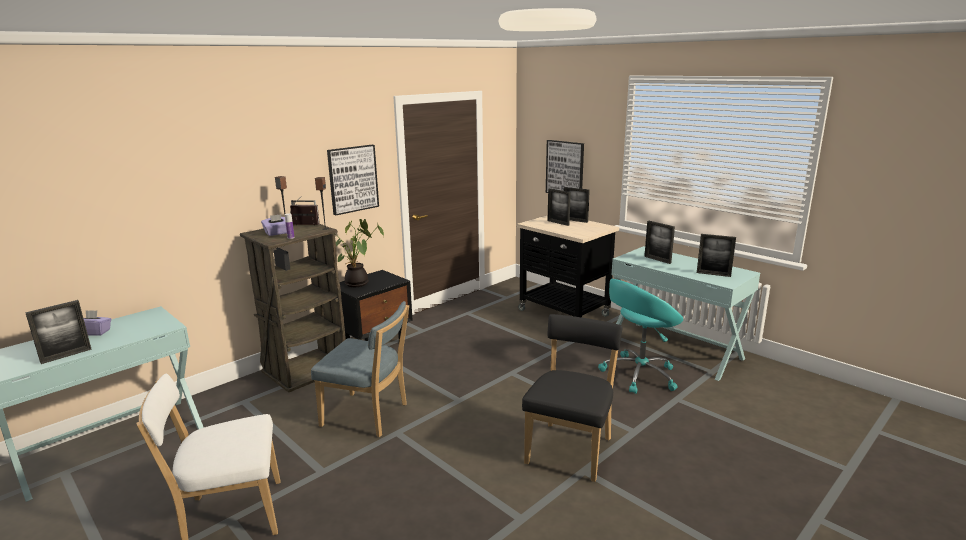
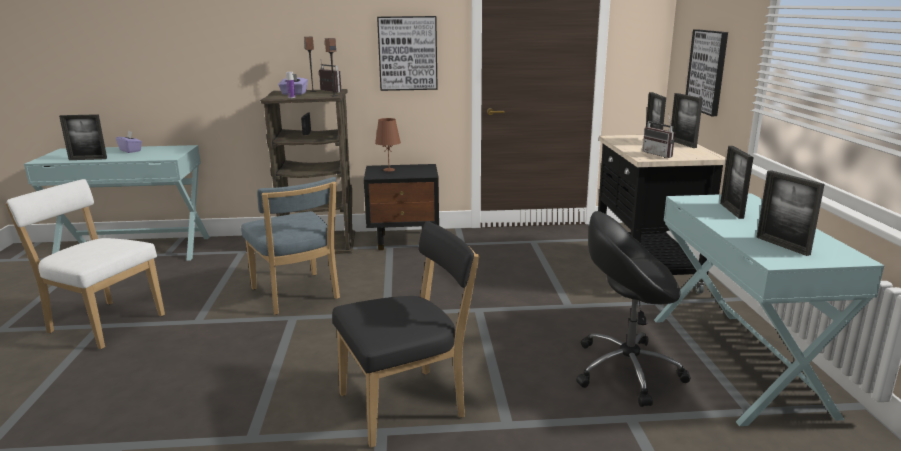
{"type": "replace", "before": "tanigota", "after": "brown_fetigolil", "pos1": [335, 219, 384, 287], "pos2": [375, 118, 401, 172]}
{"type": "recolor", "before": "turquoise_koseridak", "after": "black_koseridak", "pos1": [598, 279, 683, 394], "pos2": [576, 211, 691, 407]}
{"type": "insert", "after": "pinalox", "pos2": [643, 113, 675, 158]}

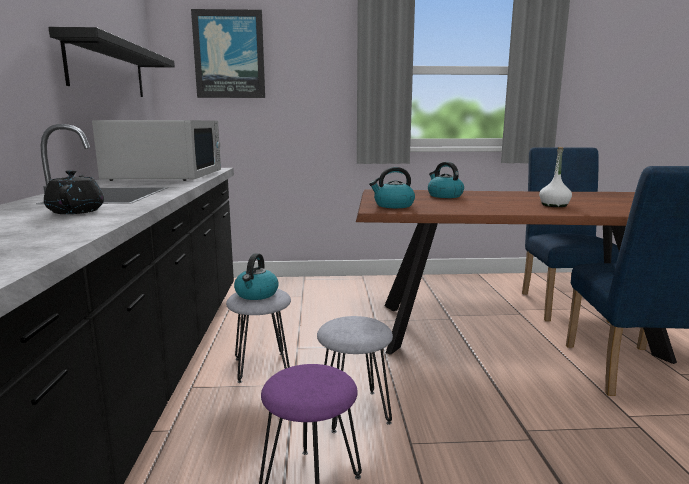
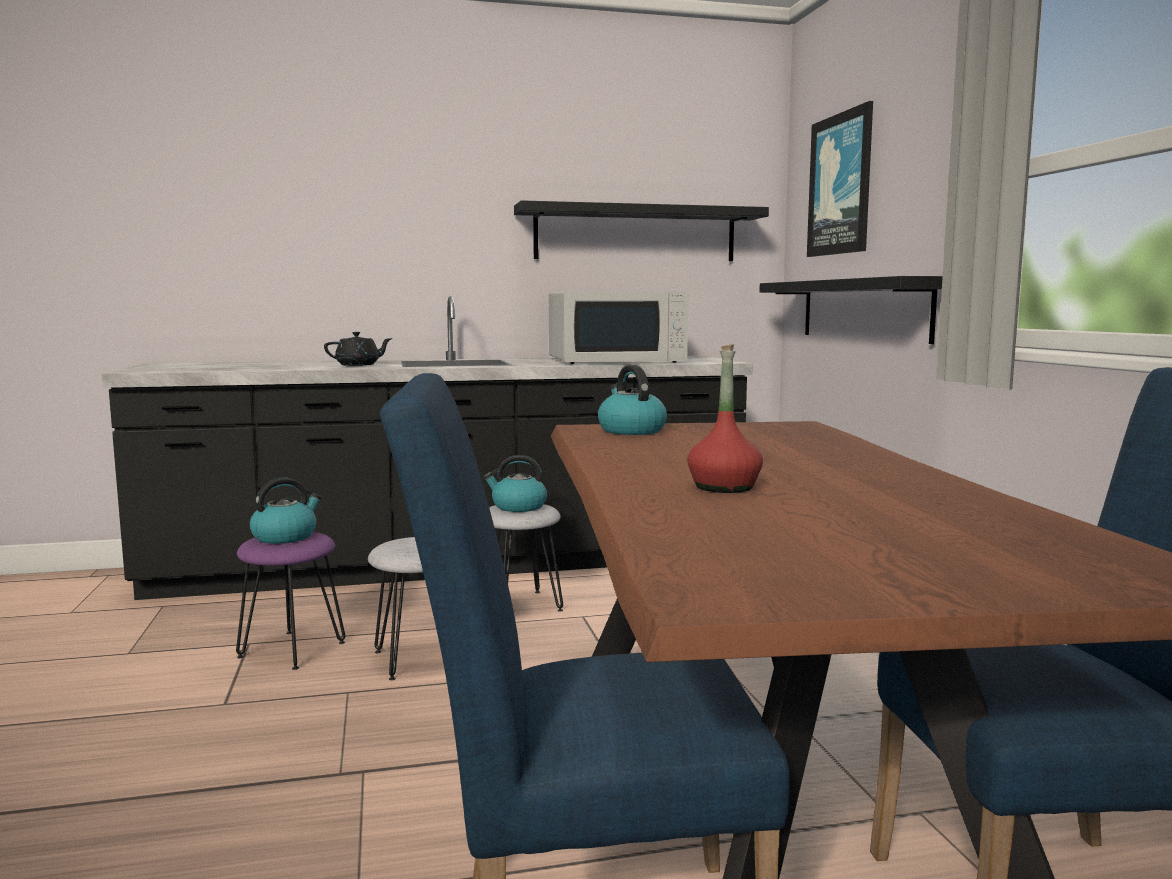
{"type": "move", "before": "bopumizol", "pos1": [428, 162, 464, 198], "pos2": [250, 477, 322, 544]}
{"type": "recolor", "before": "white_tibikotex", "after": "red_tibikotex", "pos1": [539, 147, 572, 207], "pos2": [687, 344, 763, 493]}
{"type": "insert", "after": "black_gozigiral", "pos2": [759, 276, 943, 344]}

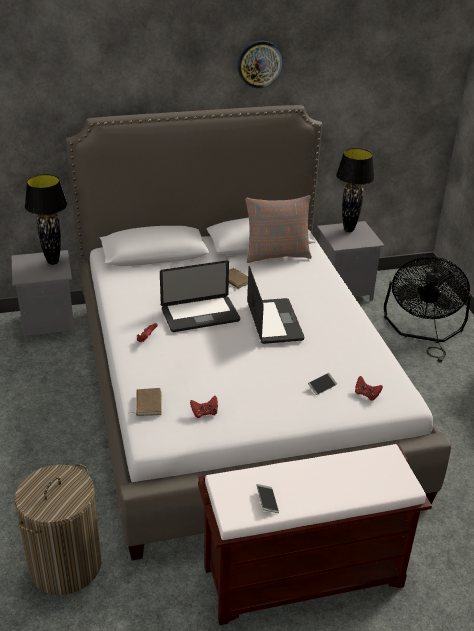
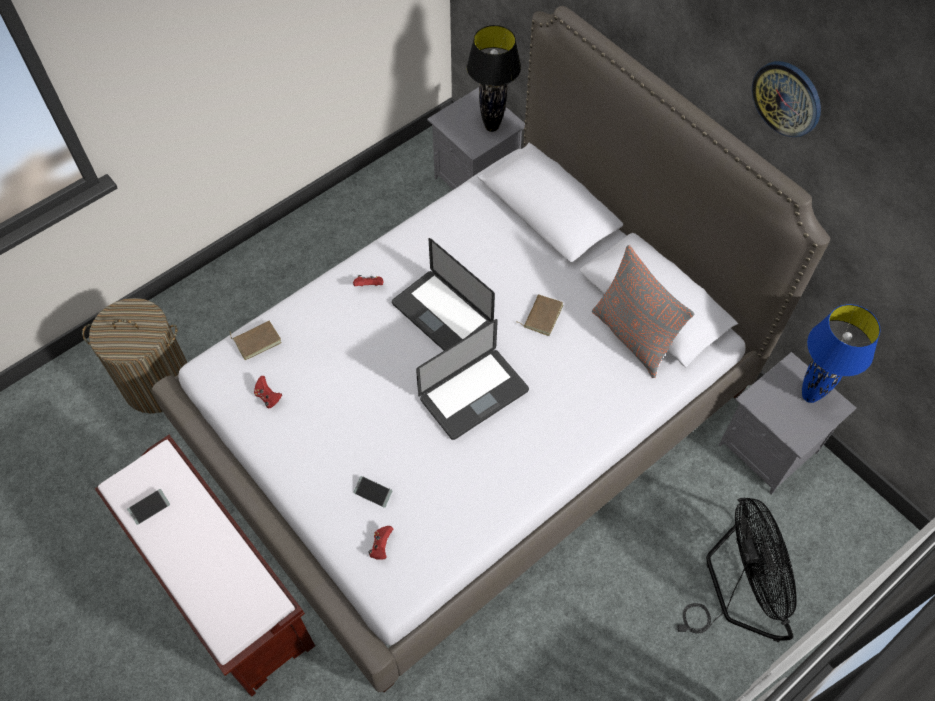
{"type": "recolor", "before": "black_fetigolil", "after": "blue_fetigolil", "pos1": [336, 148, 375, 232], "pos2": [802, 304, 880, 403]}

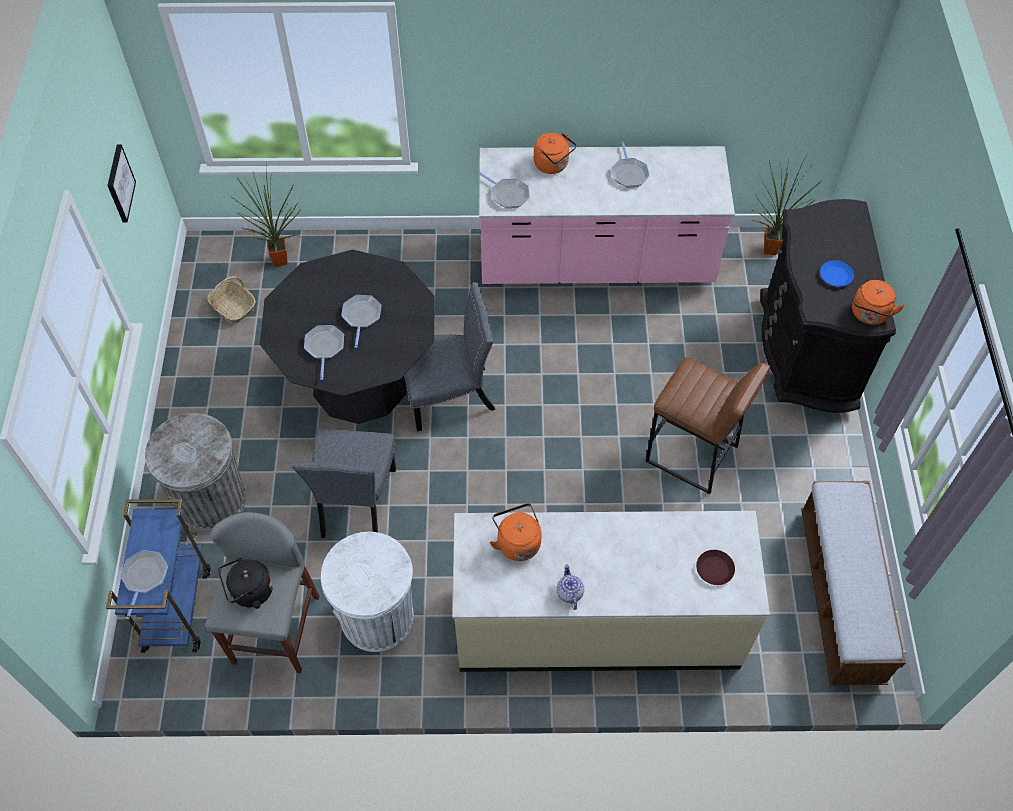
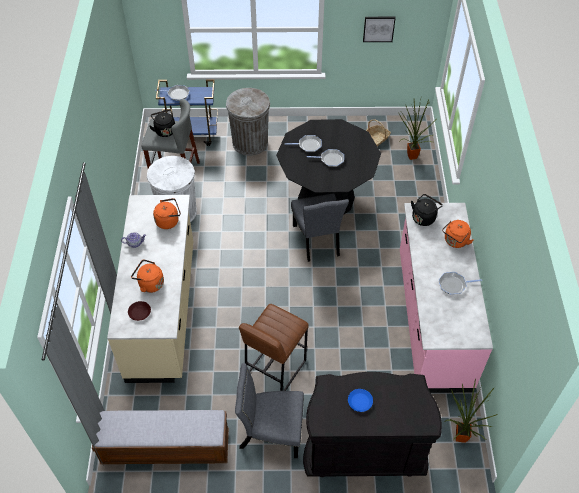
{"type": "move", "before": "orange_bopumizol", "pos1": [852, 280, 905, 325], "pos2": [131, 259, 164, 293]}
{"type": "move", "before": "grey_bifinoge", "pos1": [291, 429, 396, 538], "pos2": [235, 363, 304, 458]}
{"type": "replace", "before": "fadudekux", "after": "black_bopumizol", "pos1": [478, 172, 530, 208], "pos2": [411, 194, 443, 226]}

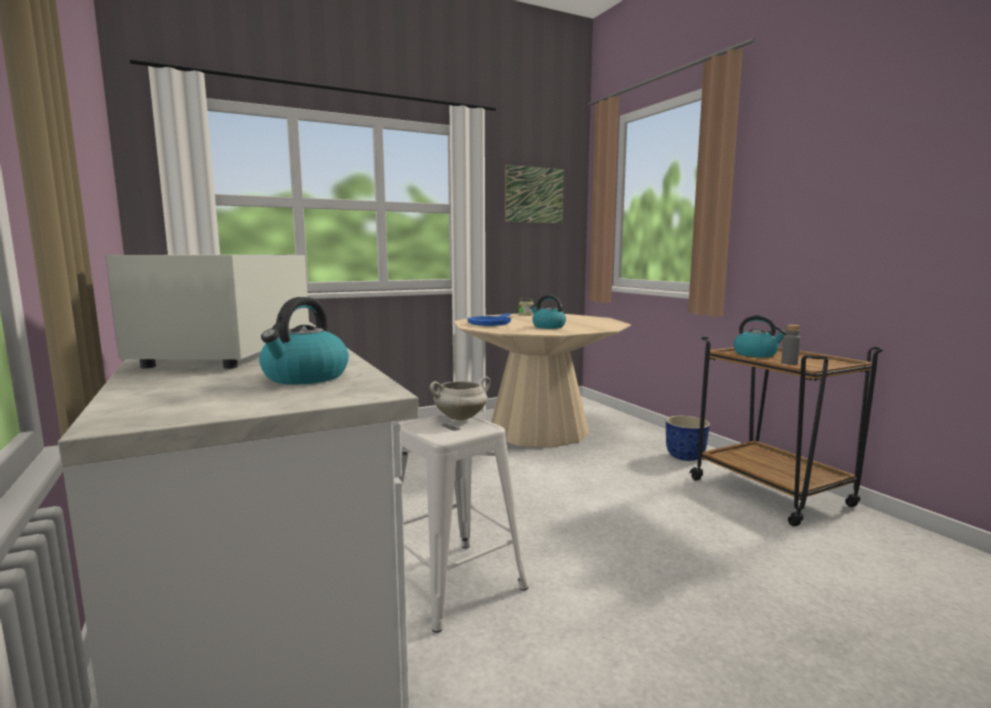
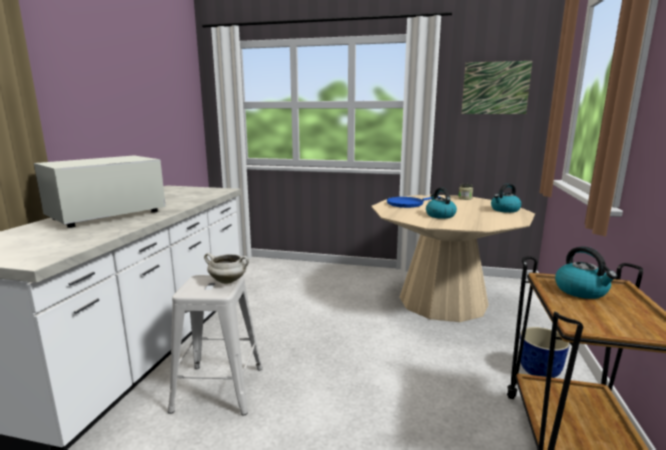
{"type": "move", "before": "bopumizol", "pos1": [259, 297, 349, 384], "pos2": [491, 183, 522, 213]}
{"type": "delete", "before": "grey_tibikotex", "pos1": [781, 325, 801, 365]}

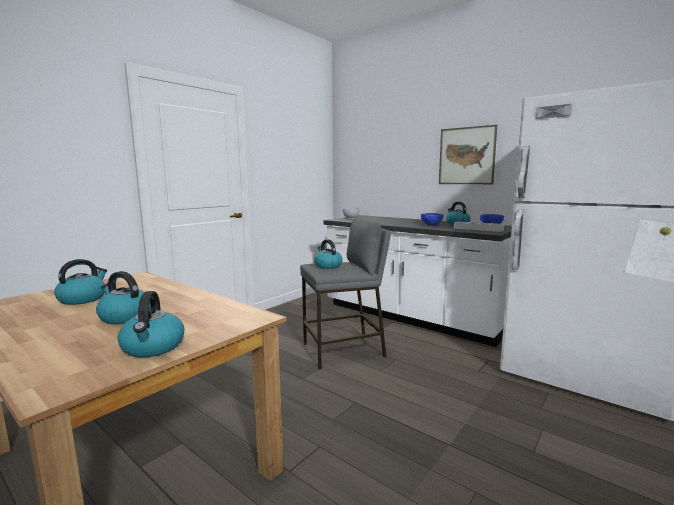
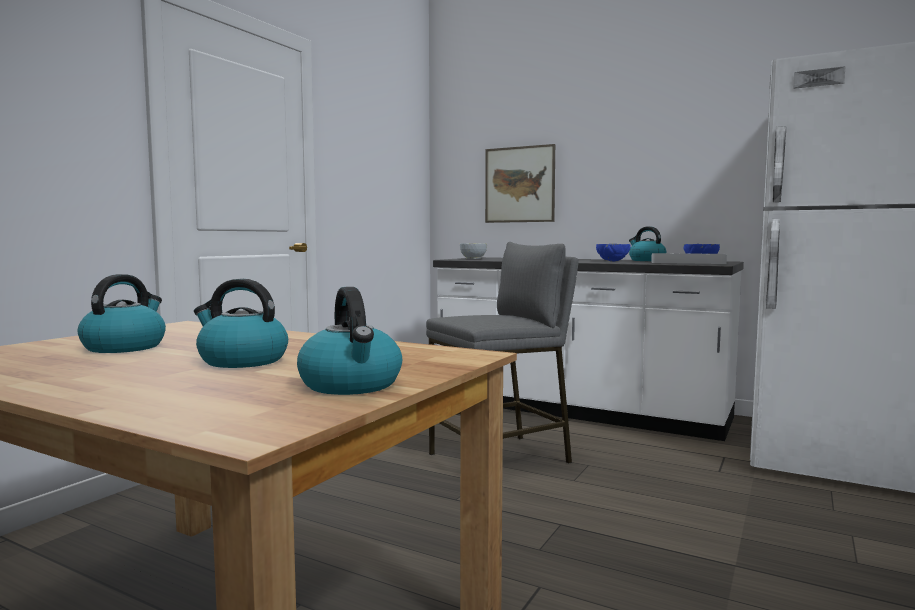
{"type": "move", "before": "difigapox", "pos1": [439, 125, 497, 184], "pos2": [485, 144, 555, 223]}
{"type": "delete", "before": "bopumizol", "pos1": [314, 239, 343, 269]}

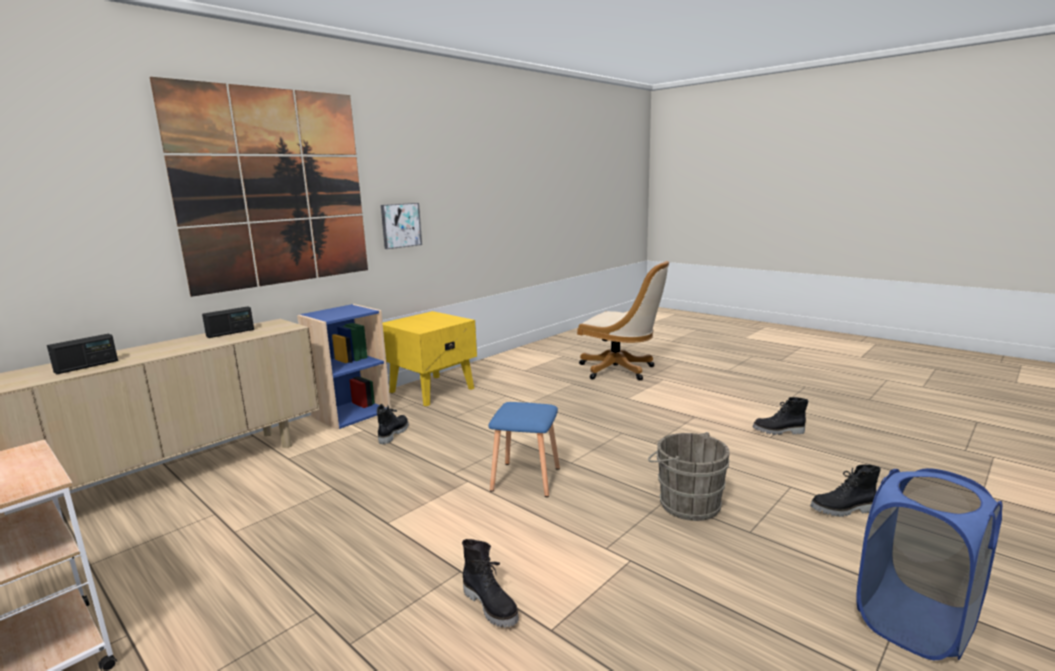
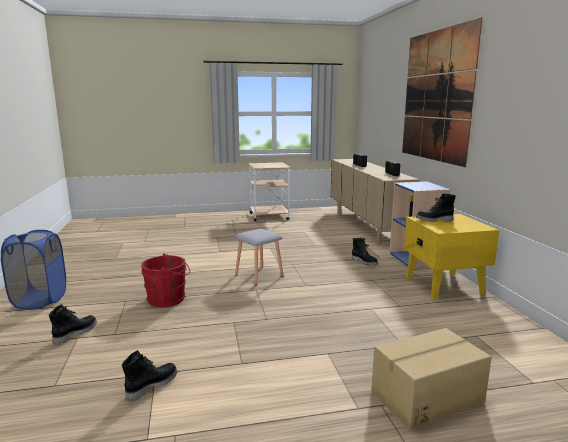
{"type": "recolor", "before": "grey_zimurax", "after": "red_zimurax", "pos1": [648, 432, 730, 521], "pos2": [141, 254, 190, 307]}
{"type": "recolor", "before": "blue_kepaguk", "after": "grey_kepaguk", "pos1": [488, 402, 560, 497], "pos2": [235, 229, 284, 285]}
{"type": "replace", "before": "koseridak", "after": "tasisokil", "pos1": [577, 261, 669, 380], "pos2": [371, 328, 492, 430]}
{"type": "move", "before": "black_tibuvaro", "pos1": [462, 539, 519, 627], "pos2": [416, 194, 456, 222]}
{"type": "delete", "before": "difigapox", "pos1": [381, 203, 422, 249]}

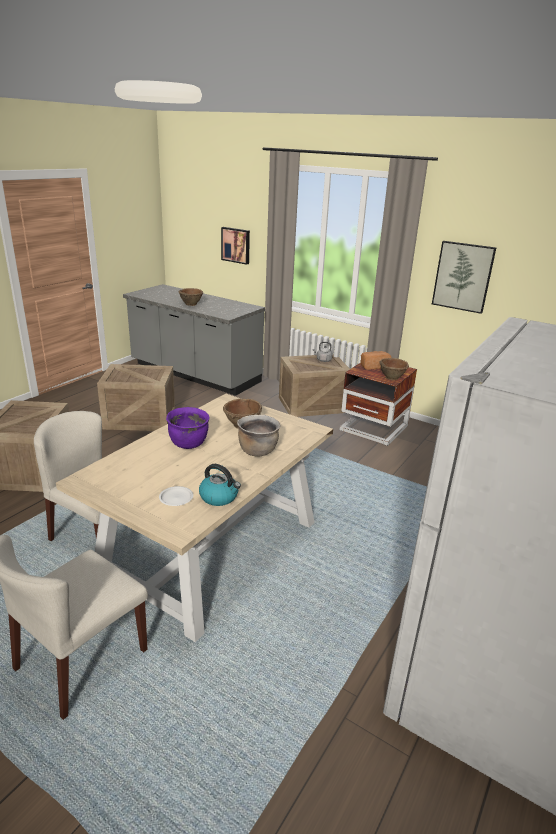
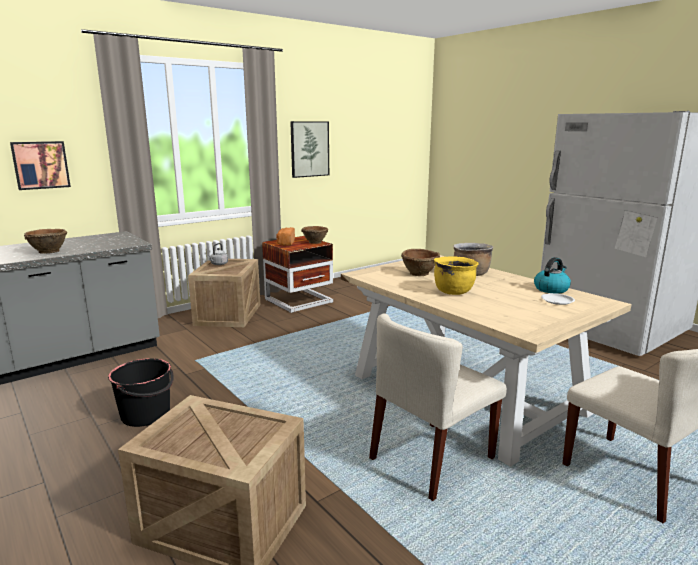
{"type": "replace", "before": "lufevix", "after": "black_zimurax", "pos1": [97, 364, 175, 431], "pos2": [108, 358, 174, 427]}
{"type": "recolor", "before": "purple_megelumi", "after": "yellow_megelumi", "pos1": [166, 407, 210, 449], "pos2": [434, 256, 479, 295]}

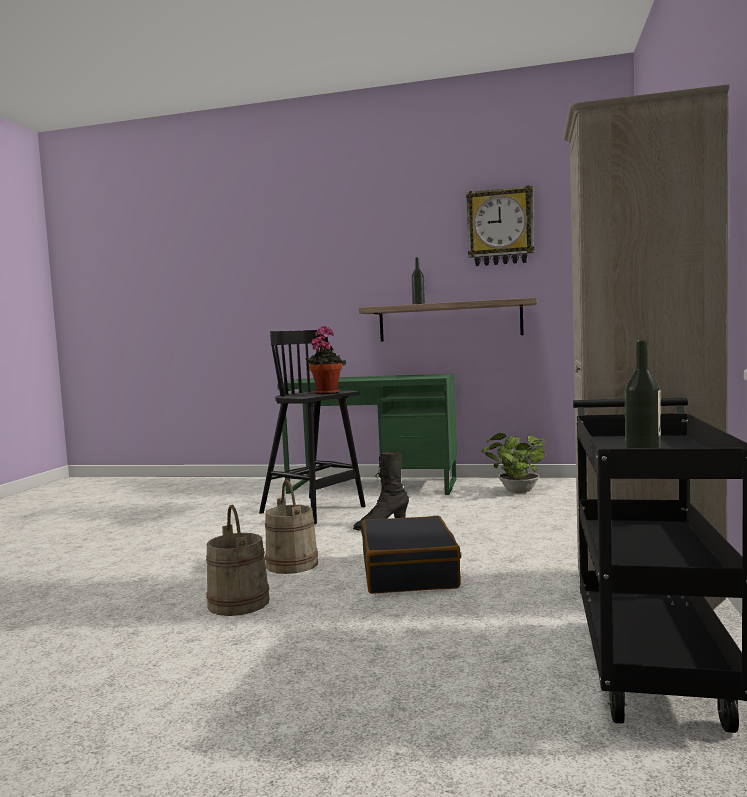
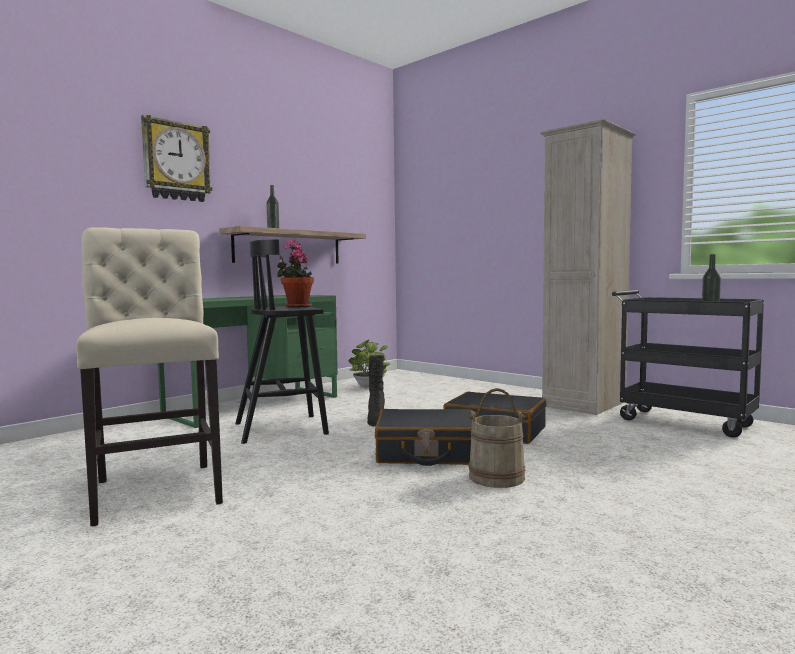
{"type": "insert", "after": "beige_kepaguk", "pos2": [76, 227, 223, 527]}
{"type": "move", "before": "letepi", "pos1": [466, 185, 534, 266], "pos2": [141, 115, 213, 202]}
{"type": "replace", "before": "beige_zimurax", "after": "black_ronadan", "pos1": [265, 480, 318, 574], "pos2": [375, 409, 472, 466]}

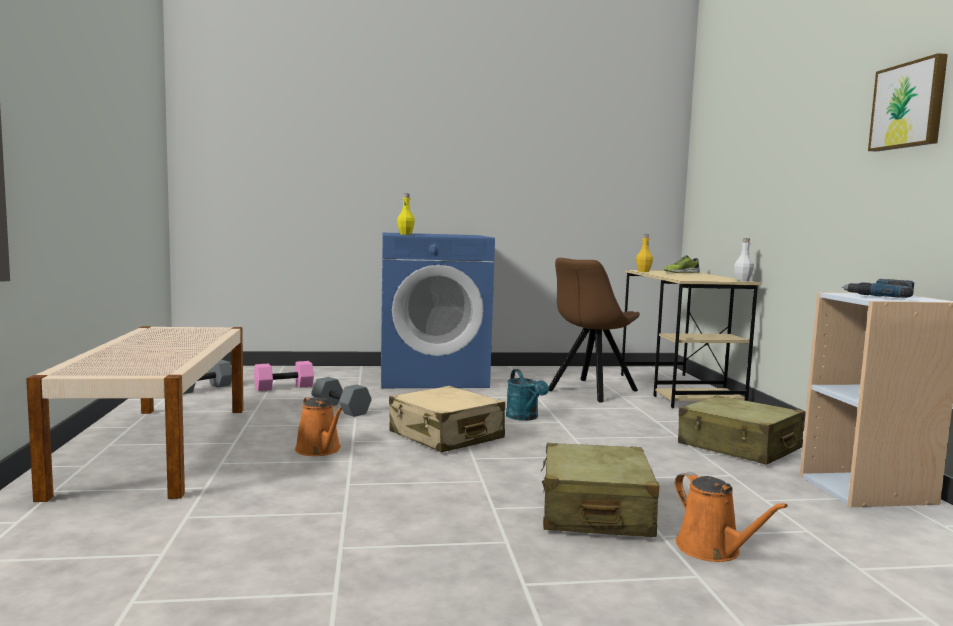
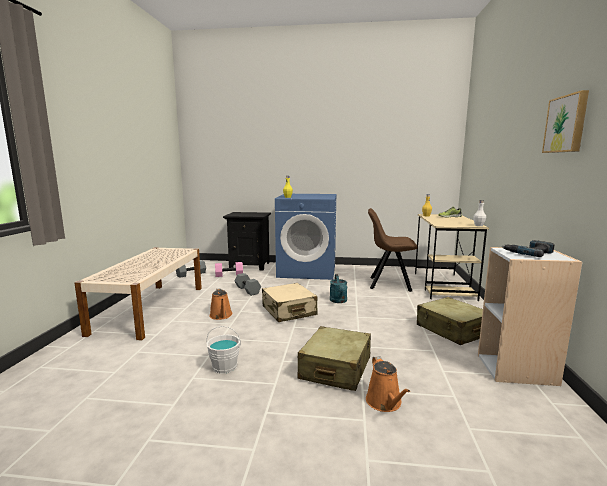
{"type": "insert", "after": "white_zimurax", "pos2": [206, 326, 241, 374]}
{"type": "insert", "after": "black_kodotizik", "pos2": [223, 212, 271, 271]}
{"type": "rotate", "before": "brown_bifinoge", "pos1": [549, 258, 640, 402], "pos2": [368, 208, 418, 292], "turn": 45}

